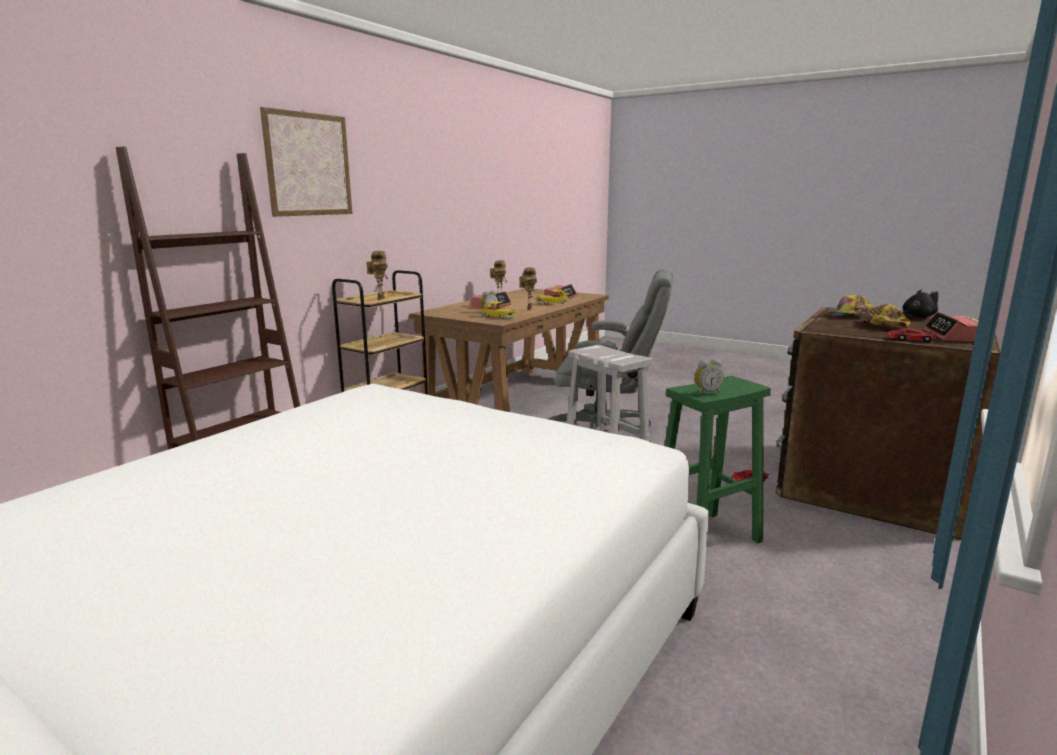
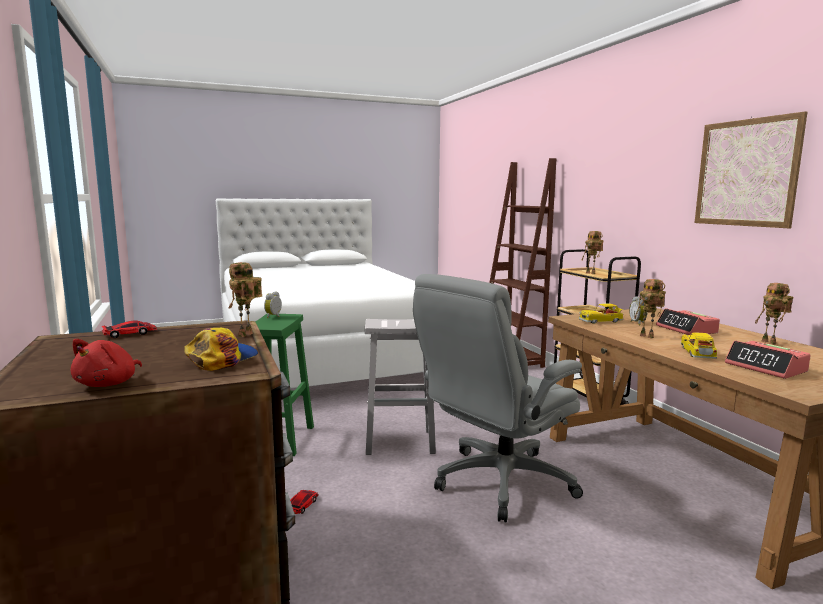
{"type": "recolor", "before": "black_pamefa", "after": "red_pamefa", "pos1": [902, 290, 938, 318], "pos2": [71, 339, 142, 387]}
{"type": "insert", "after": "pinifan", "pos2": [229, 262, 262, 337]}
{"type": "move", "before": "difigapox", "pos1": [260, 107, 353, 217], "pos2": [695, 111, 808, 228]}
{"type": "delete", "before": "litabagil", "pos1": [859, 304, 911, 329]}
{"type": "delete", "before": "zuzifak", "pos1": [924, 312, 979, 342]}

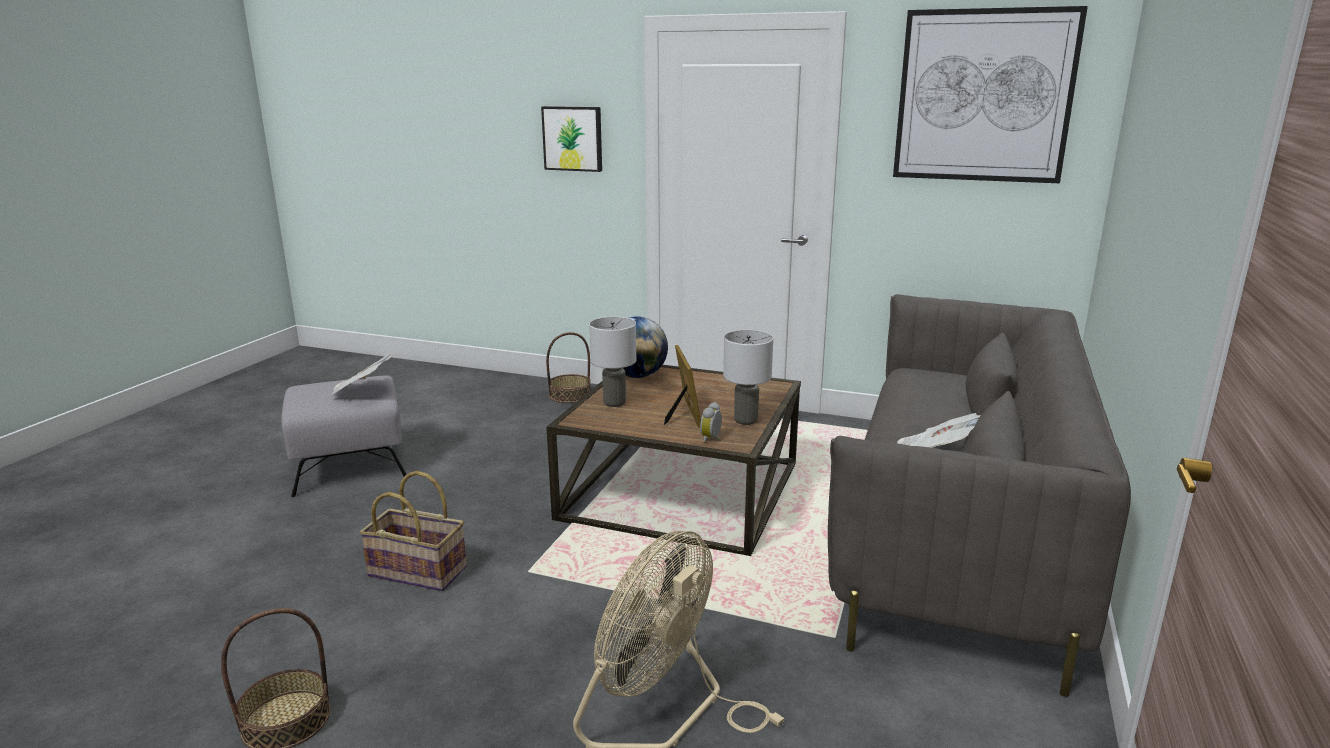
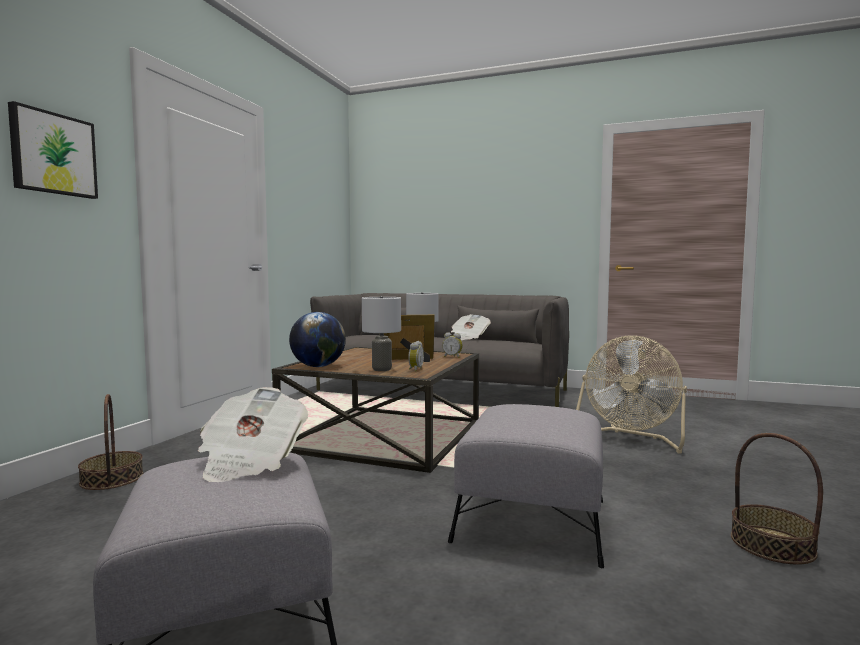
{"type": "insert", "after": "zuzifak", "pos2": [408, 341, 424, 372]}
{"type": "replace", "before": "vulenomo", "after": "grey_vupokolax", "pos1": [360, 471, 467, 591], "pos2": [448, 404, 604, 568]}
{"type": "delete", "before": "difigapox", "pos1": [893, 6, 1088, 183]}

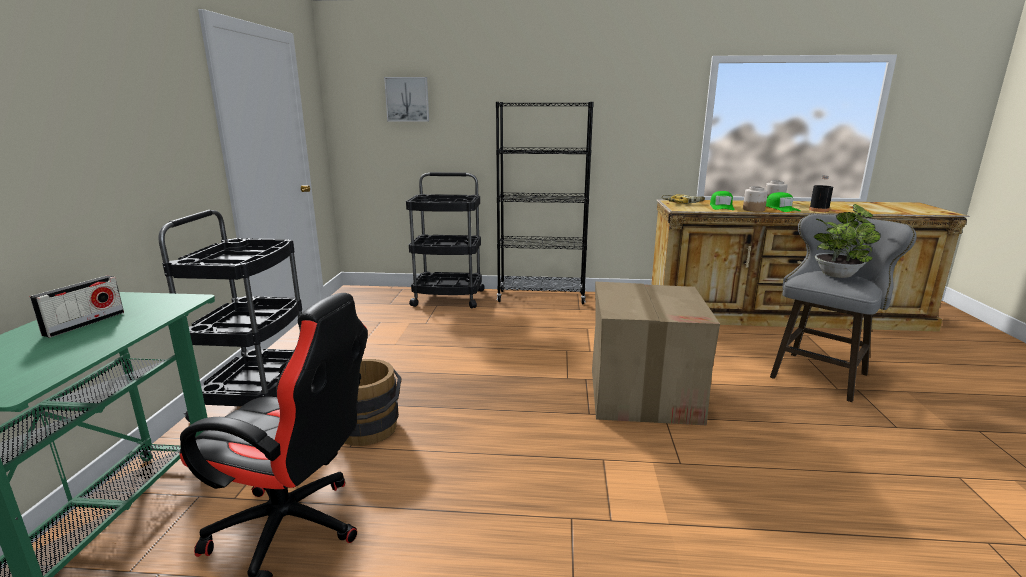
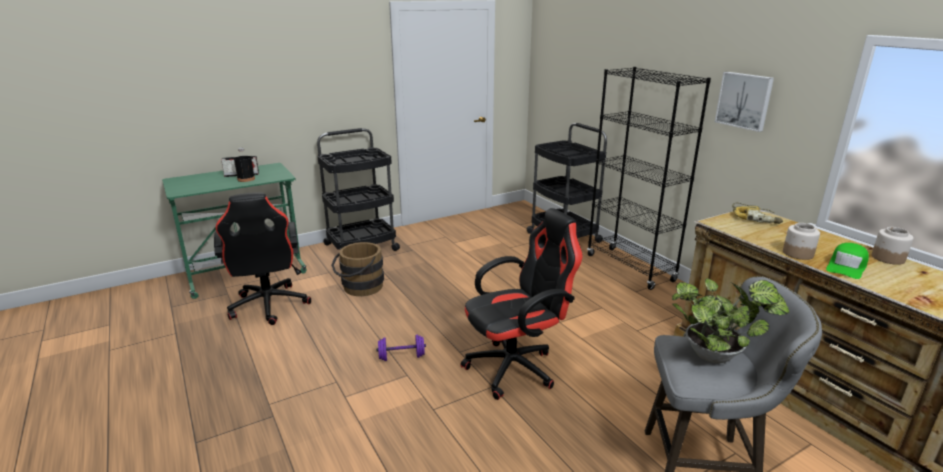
{"type": "move", "before": "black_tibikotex", "pos1": [809, 176, 833, 212], "pos2": [234, 148, 255, 182]}
{"type": "insert", "after": "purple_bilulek", "pos2": [376, 335, 426, 361]}
{"type": "replace", "before": "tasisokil", "after": "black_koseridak", "pos1": [592, 282, 720, 425], "pos2": [460, 208, 583, 400]}
{"type": "move", "before": "difigapox", "pos1": [384, 77, 429, 122], "pos2": [715, 72, 774, 132]}
{"type": "delete", "before": "green_litabagil", "pos1": [710, 191, 735, 210]}

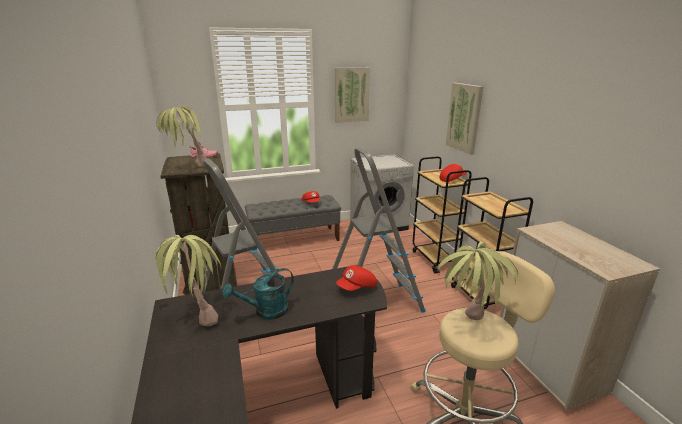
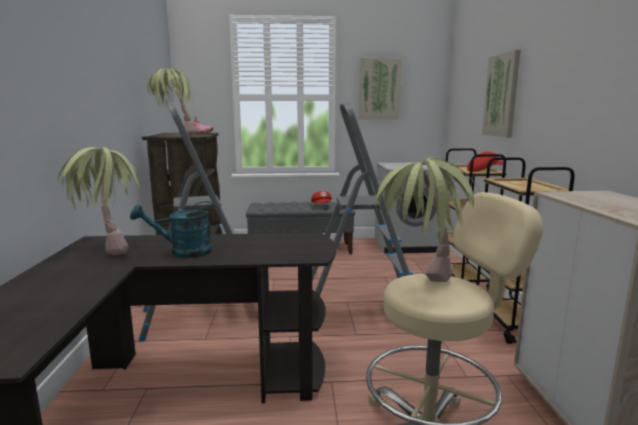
{"type": "delete", "before": "red_litabagil", "pos1": [336, 265, 377, 291]}

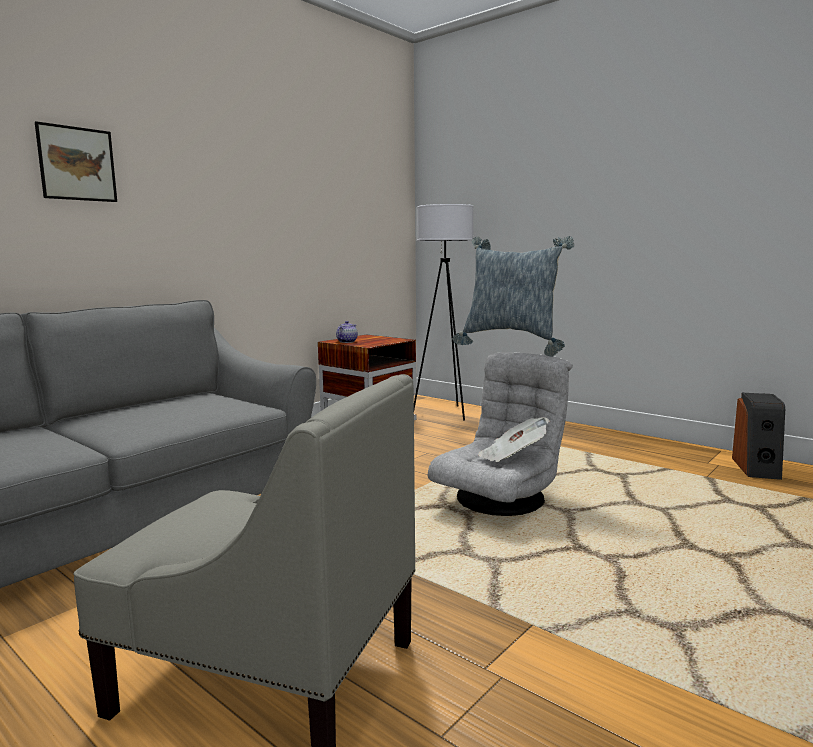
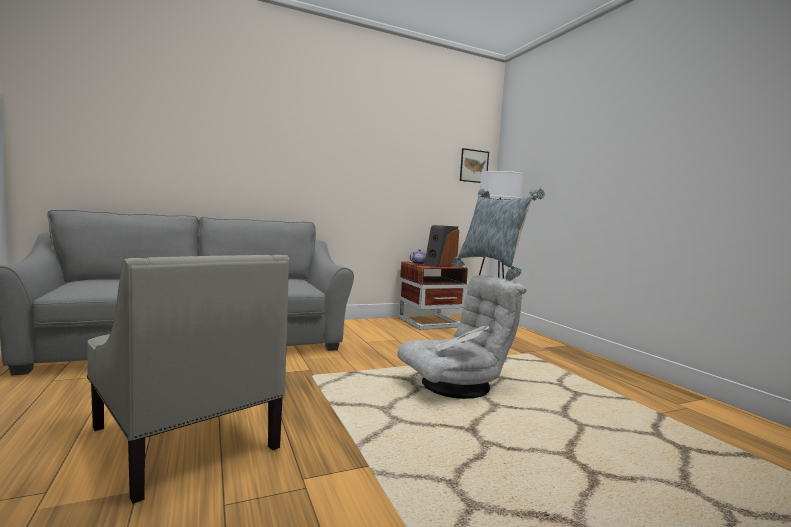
{"type": "move", "before": "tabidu", "pos1": [732, 393, 785, 480], "pos2": [424, 225, 459, 267]}
{"type": "move", "before": "difigapox", "pos1": [35, 121, 117, 202], "pos2": [460, 148, 489, 183]}

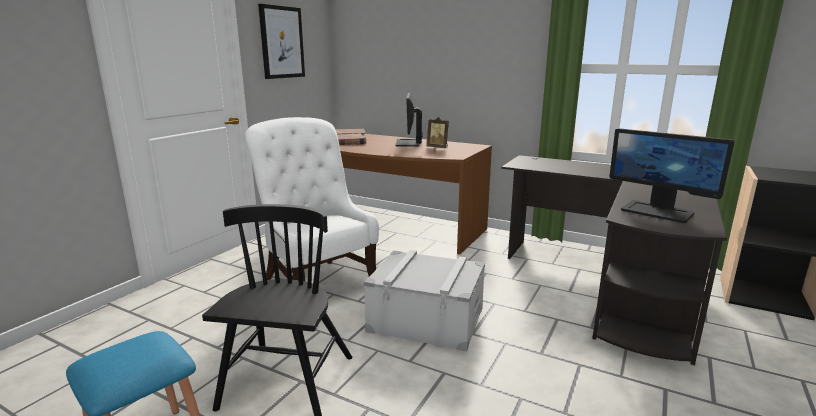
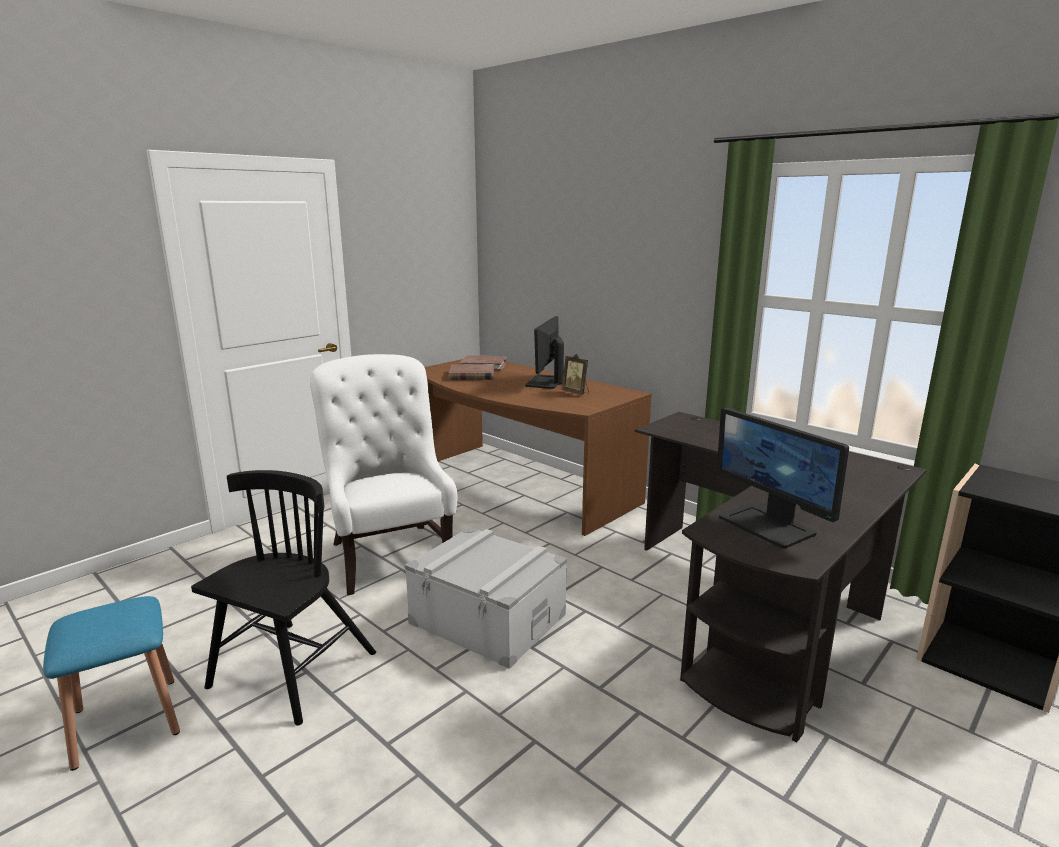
{"type": "delete", "before": "difigapox", "pos1": [258, 4, 305, 79]}

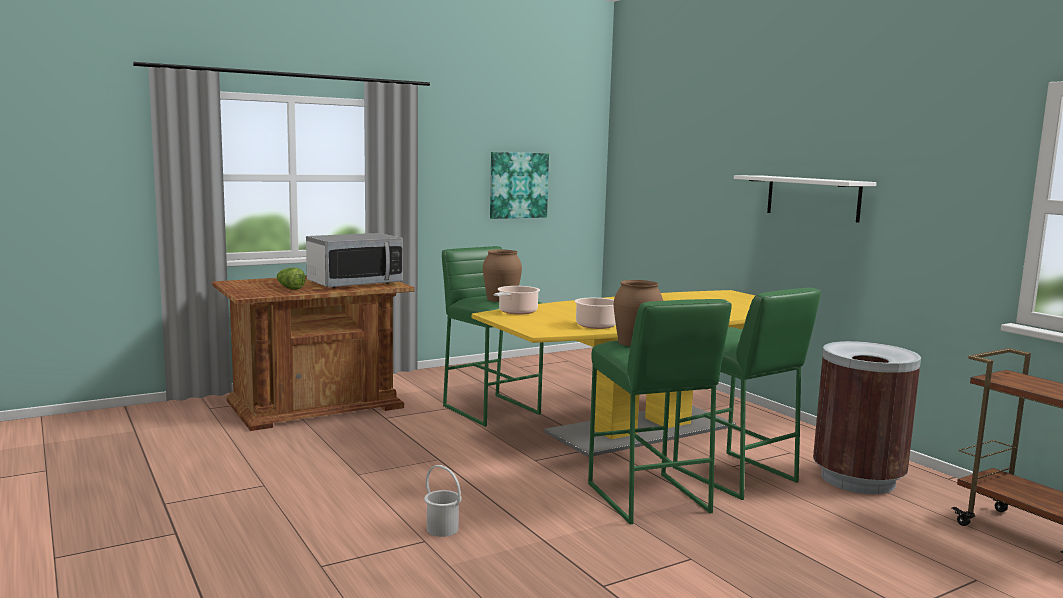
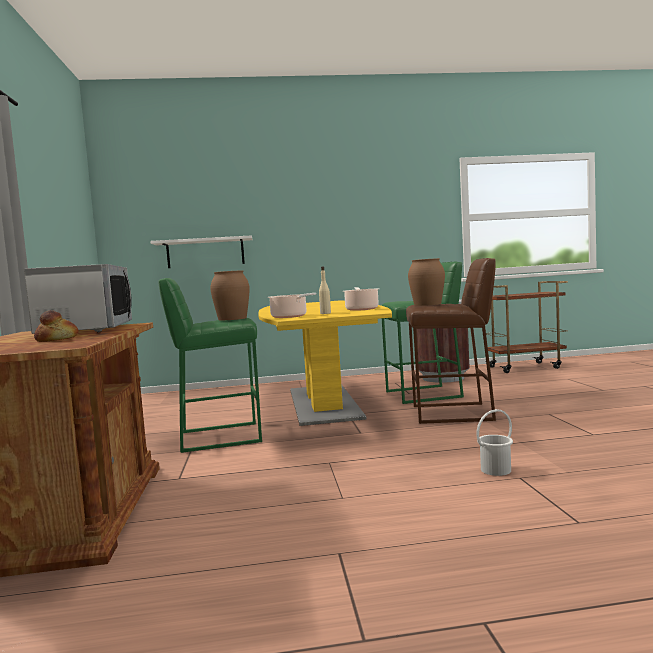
{"type": "replace", "before": "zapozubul", "after": "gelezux", "pos1": [277, 268, 306, 290], "pos2": [34, 310, 79, 342]}
{"type": "move", "before": "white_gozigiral", "pos1": [734, 175, 877, 223], "pos2": [150, 235, 252, 268]}
{"type": "insert", "after": "beige_tibikotex", "pos2": [319, 266, 331, 314]}
{"type": "recolor", "before": "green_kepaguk", "after": "brown_kepaguk", "pos1": [588, 299, 732, 525], "pos2": [406, 258, 496, 424]}
{"type": "delete", "before": "difigapox", "pos1": [490, 152, 549, 219]}

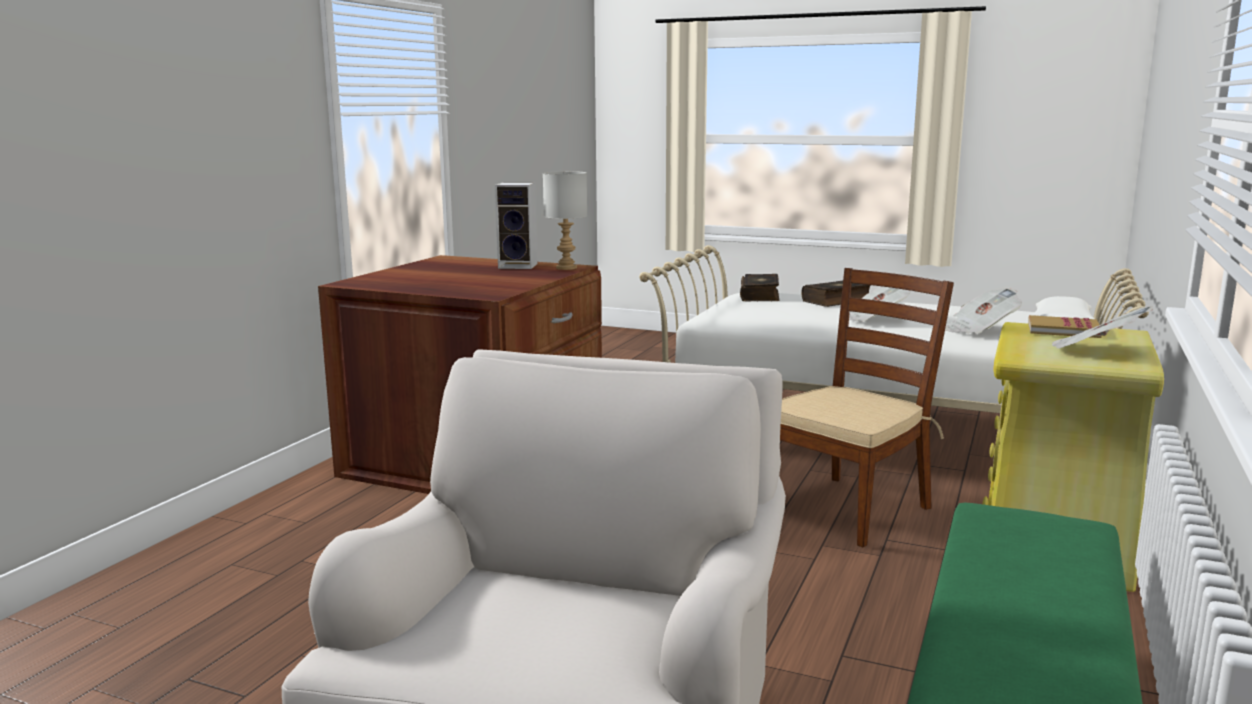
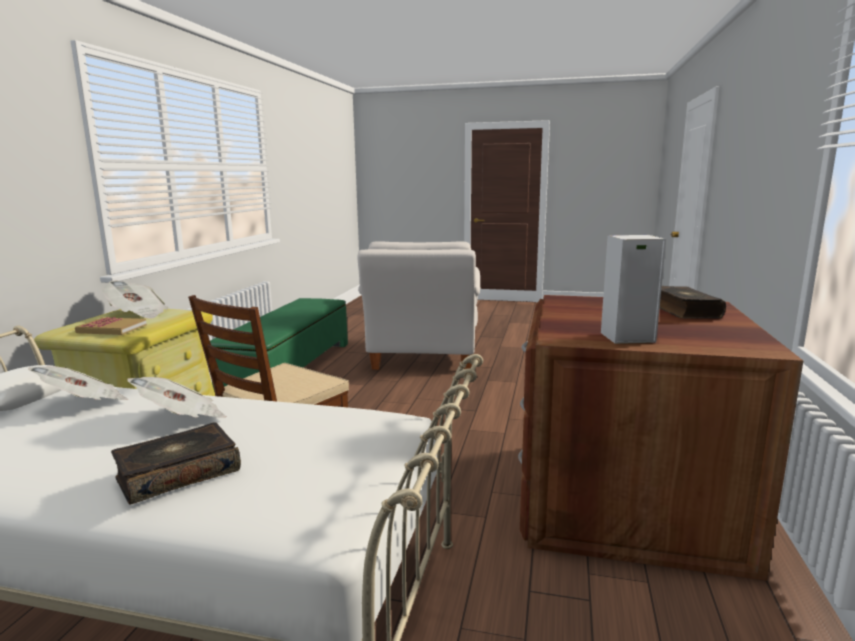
{"type": "move", "before": "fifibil", "pos1": [740, 274, 780, 301], "pos2": [660, 286, 726, 319]}
{"type": "delete", "before": "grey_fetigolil", "pos1": [543, 171, 587, 270]}

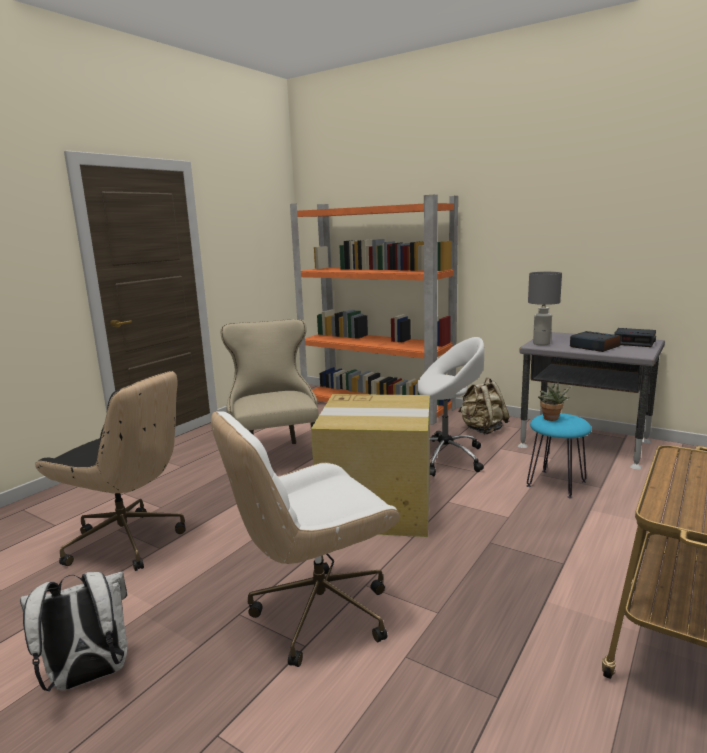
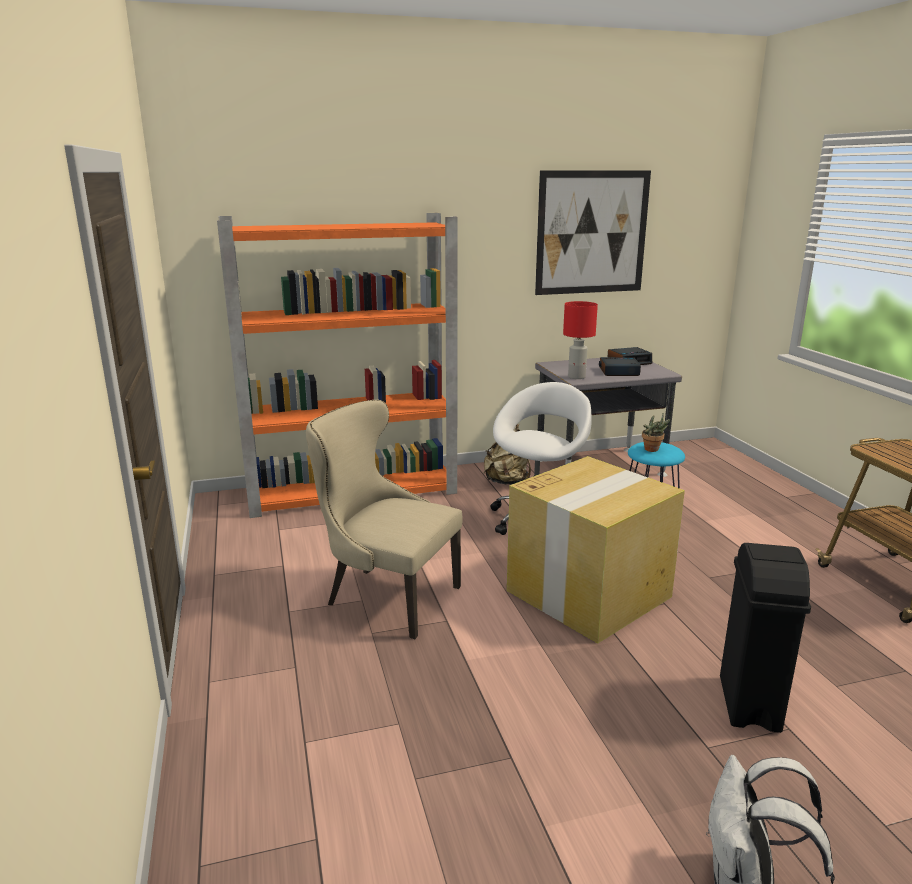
{"type": "insert", "after": "difigapox", "pos2": [535, 170, 651, 295]}
{"type": "recolor", "before": "grey_fetigolil", "after": "red_fetigolil", "pos1": [528, 272, 562, 345], "pos2": [563, 301, 598, 379]}
{"type": "replace", "before": "white_koseridak", "after": "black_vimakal", "pos1": [211, 411, 400, 667], "pos2": [720, 543, 811, 733]}
{"type": "delete", "before": "black_koseridak", "pos1": [35, 371, 186, 571]}

